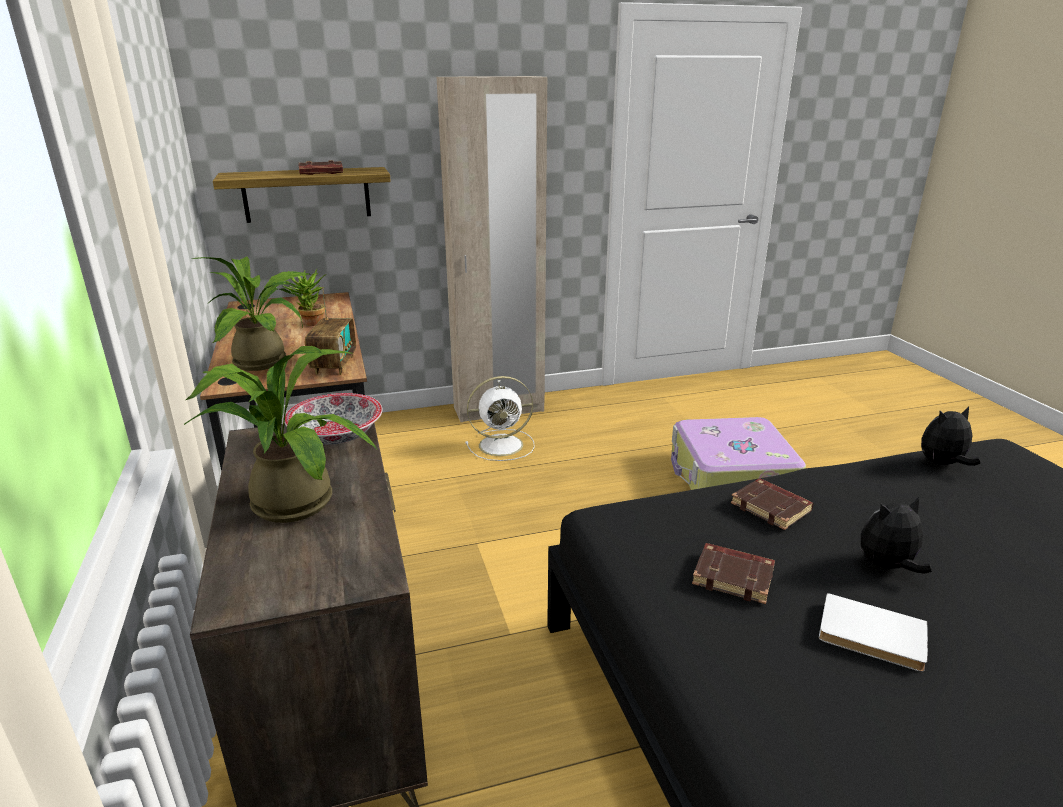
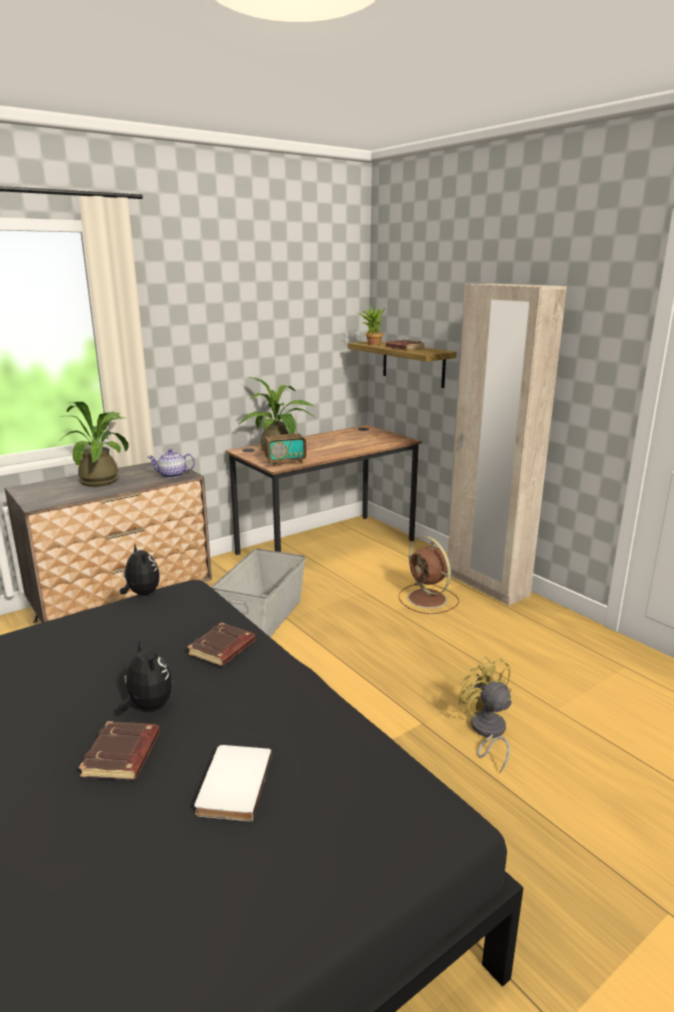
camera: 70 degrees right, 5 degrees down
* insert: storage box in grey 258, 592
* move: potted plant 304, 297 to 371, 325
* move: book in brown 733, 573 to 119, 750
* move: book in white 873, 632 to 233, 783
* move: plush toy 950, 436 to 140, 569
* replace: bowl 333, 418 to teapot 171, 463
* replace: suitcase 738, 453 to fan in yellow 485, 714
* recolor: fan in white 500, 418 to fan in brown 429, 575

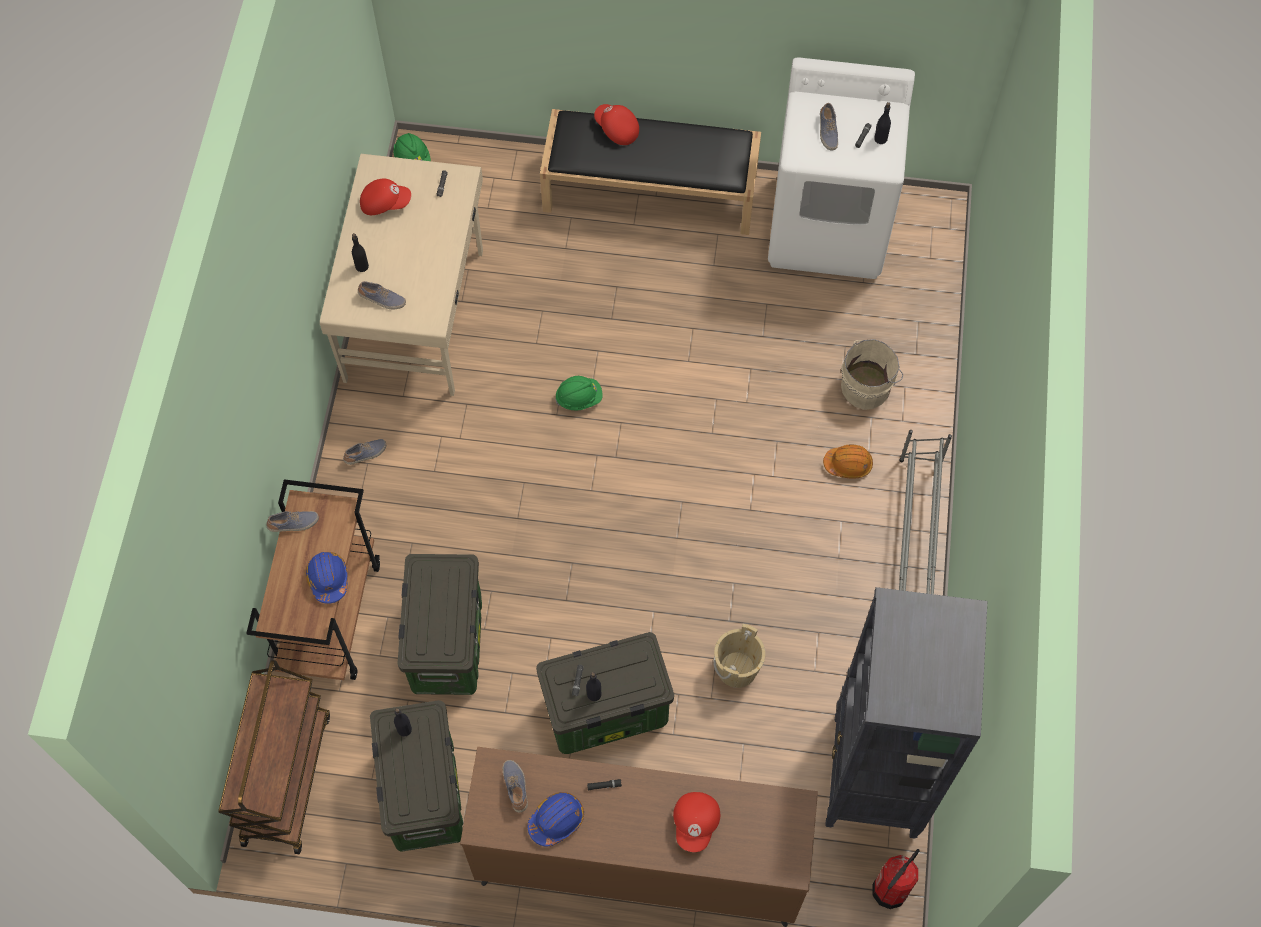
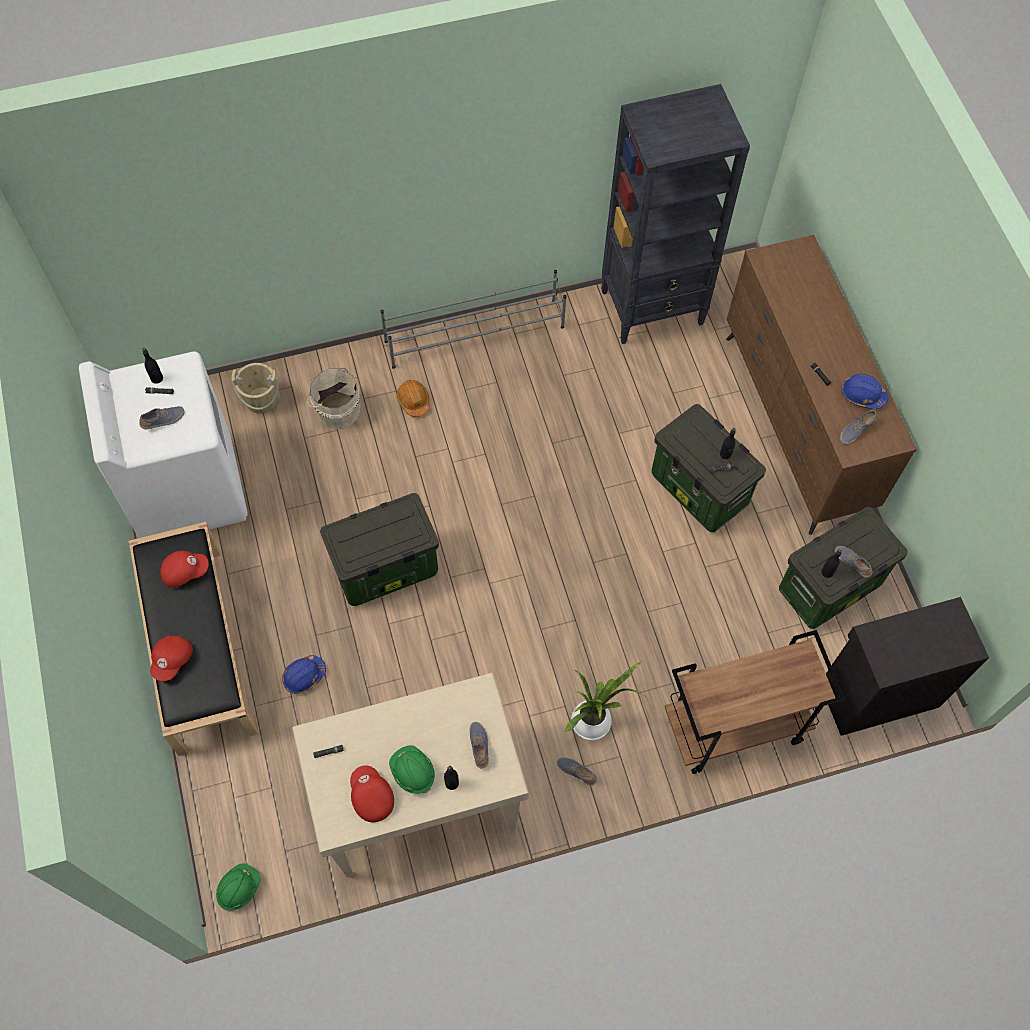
camera: 115 degrees left, 0 degrees up
* delete: fire extinguisher 896, 879
* insert: potted plant 604, 700
* move: shoe 292, 521 to 854, 562
* move: hard hat in blue 327, 578 to 304, 674
* move: storage box 439, 624 to 379, 549
* move: hard hat in green 579, 393 to 412, 769
* move: cap in red 696, 822 to 184, 569
* move: bucket in beige 739, 656 to 254, 388
* replace: cart in brown 274, 757 to cabinet in black 907, 666

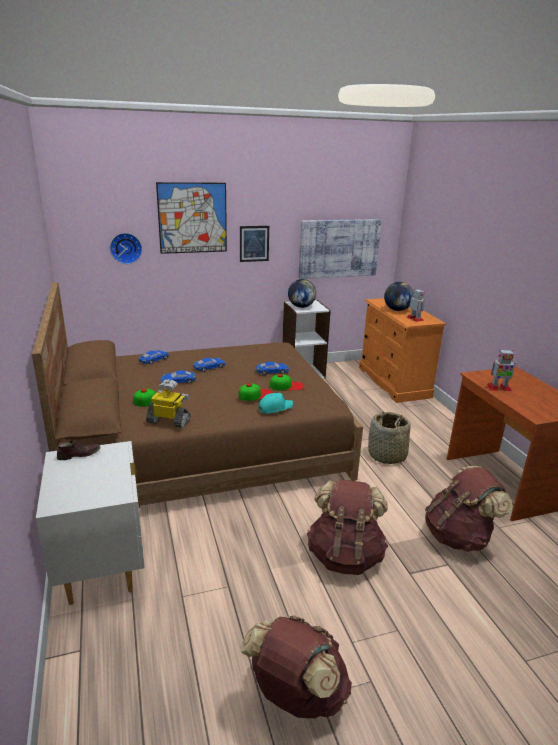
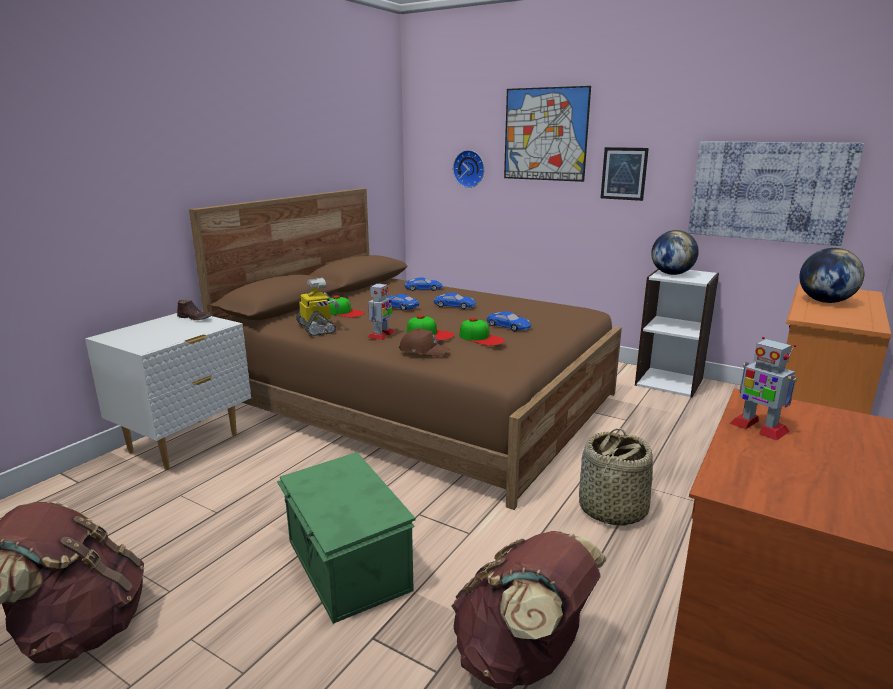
camera: 50 degrees right, 5 degrees down
* move: toy robot 416, 305 to 381, 311
* replace: backpack in brown 347, 527 to storage box in green 346, 538
* recolor: cap in turquoise 275, 403 to cap in brown 424, 343

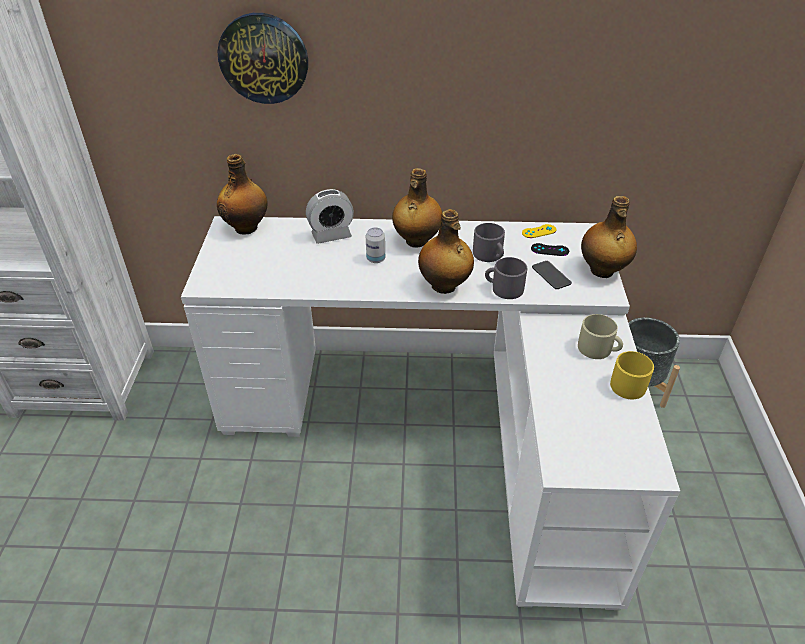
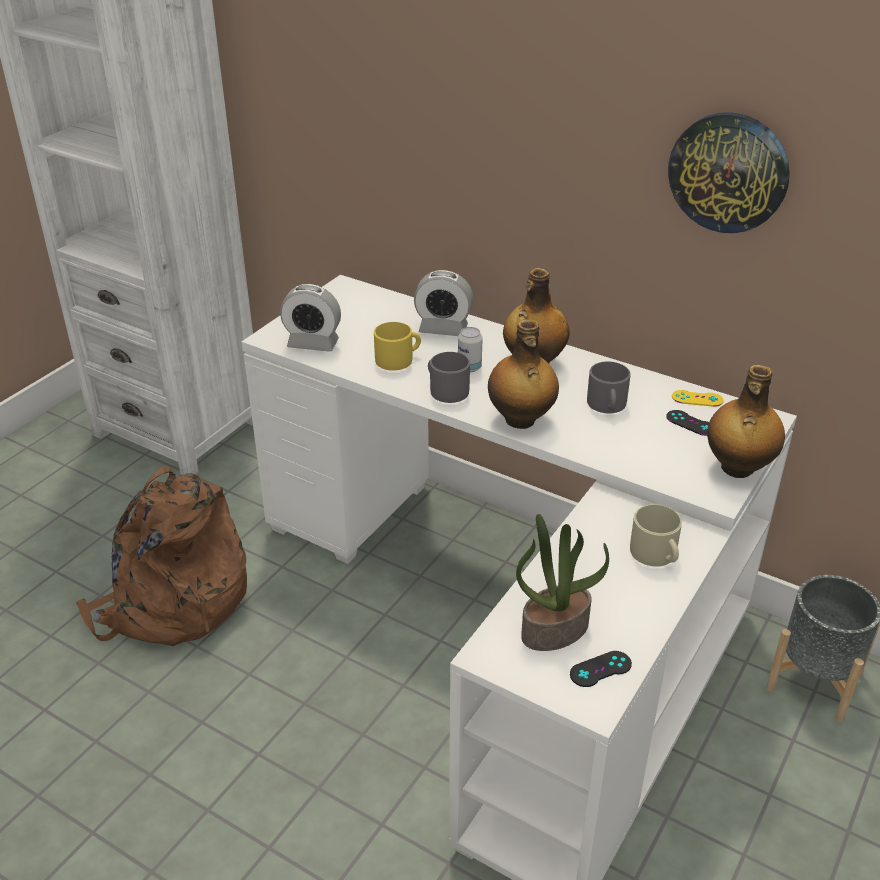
camera: 30 degrees right, 5 degrees down
* delete: bottle 242, 194
* delete: phone 552, 275
* insert: backpack in brown 161, 556
* insert: alarm clock 310, 318
* insert: potted plant 562, 582
* insert: game controller in black 601, 669
* move: wall clock 262, 58 to 729, 172
* move: mug in grey 506, 278 to 449, 377
* move: mug in yellow 632, 375 to 397, 346

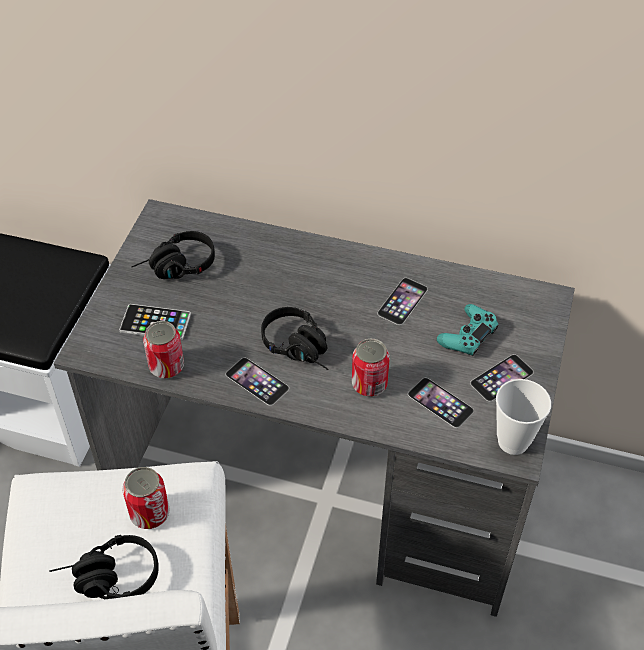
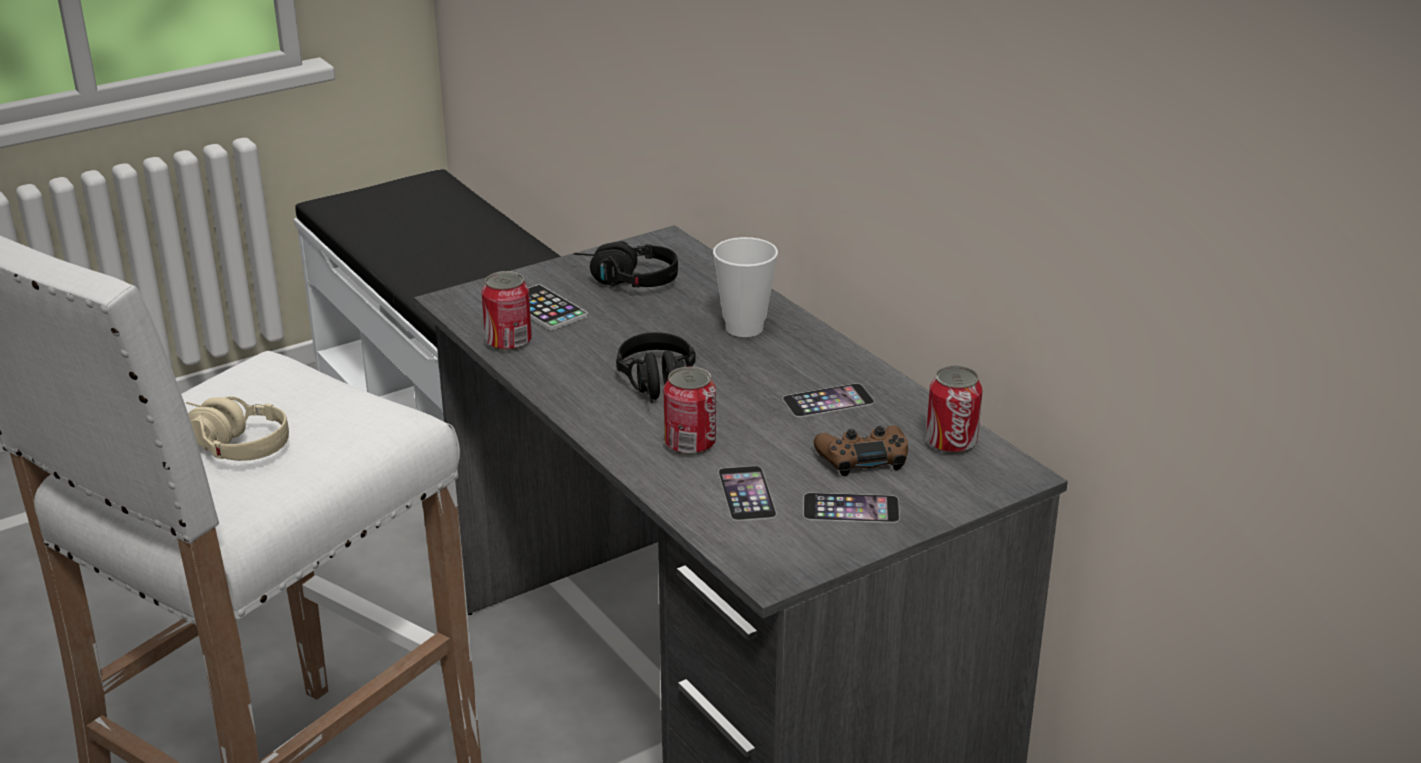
camera: 40 degrees right, 20 degrees down
* delete: phone 257, 382
* move: can 146, 498 to 954, 409
* move: cup 523, 417 to 745, 287
* recolor: headphones in black 104, 567 to headphones in beige 237, 428
* recolor: game controller in turquoise 468, 330 to game controller in brown 861, 451

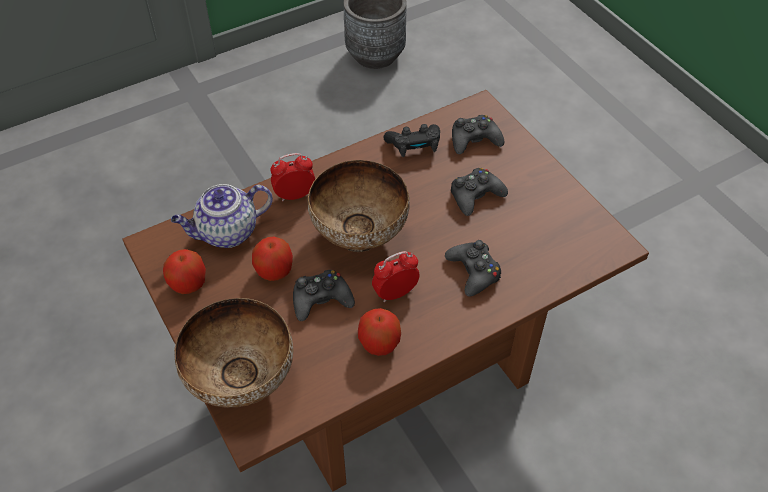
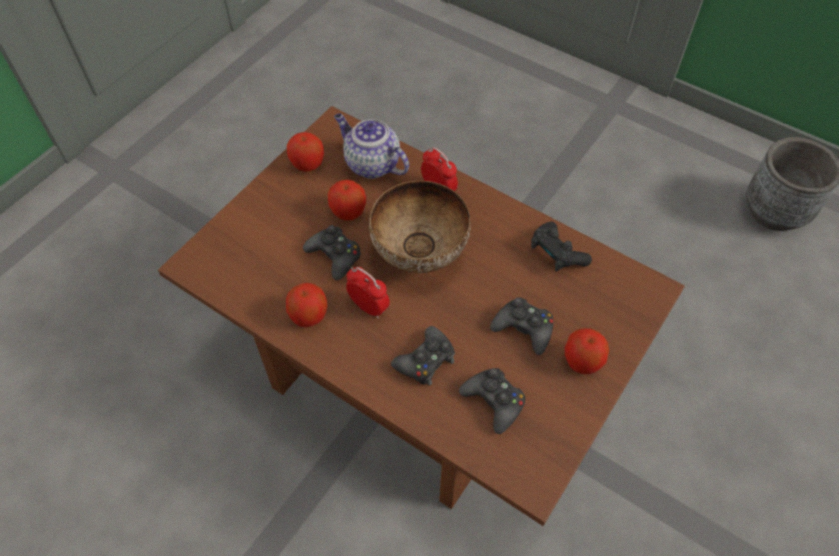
camera: 65 degrees right, 5 degrees up
* delete: bowl 234, 353
* insert: apple 587, 351
* move: game controller in black 478, 134 to 492, 401

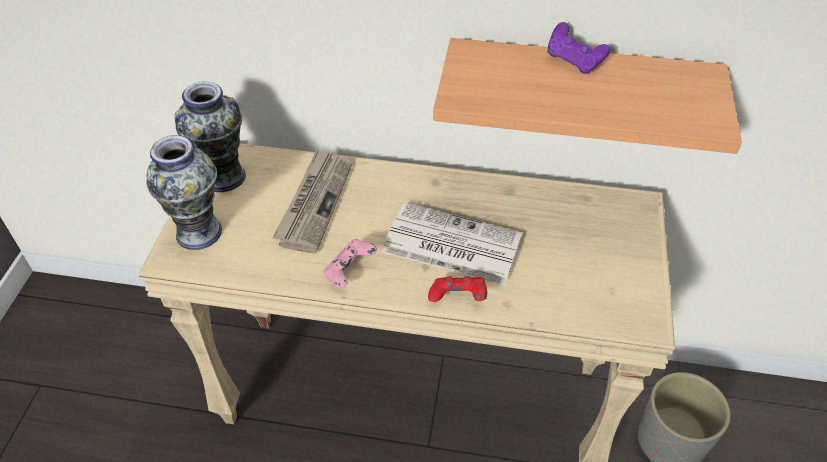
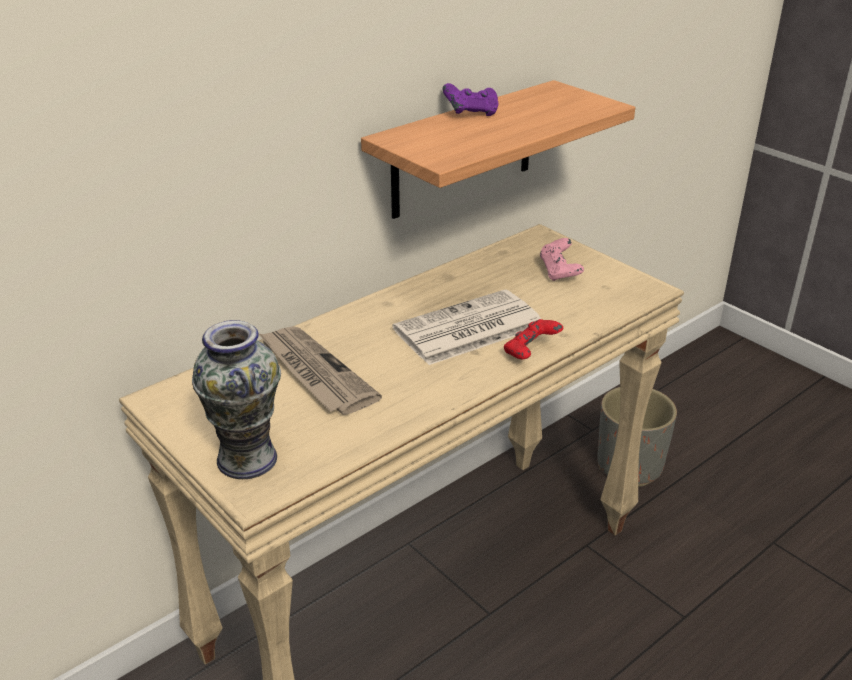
camera: 50 degrees left, 15 degrees down
* delete: vase 210, 136
* move: game controller in pink 350, 263 to 562, 259

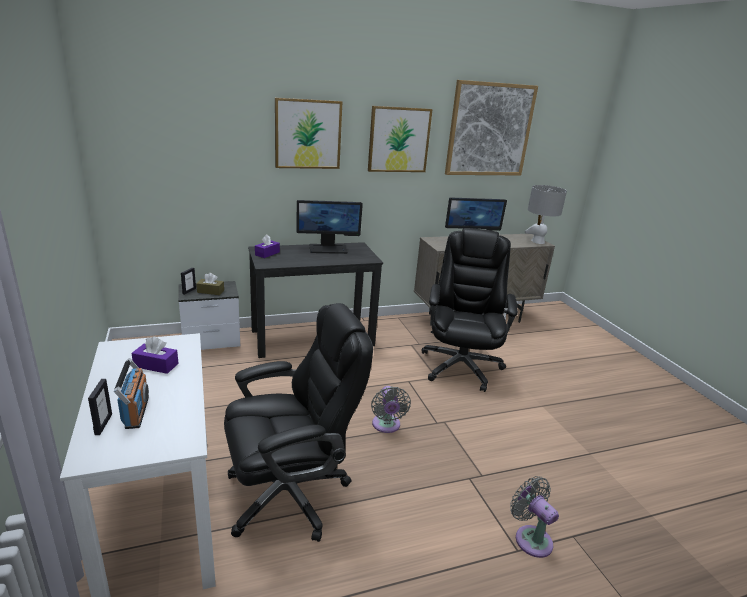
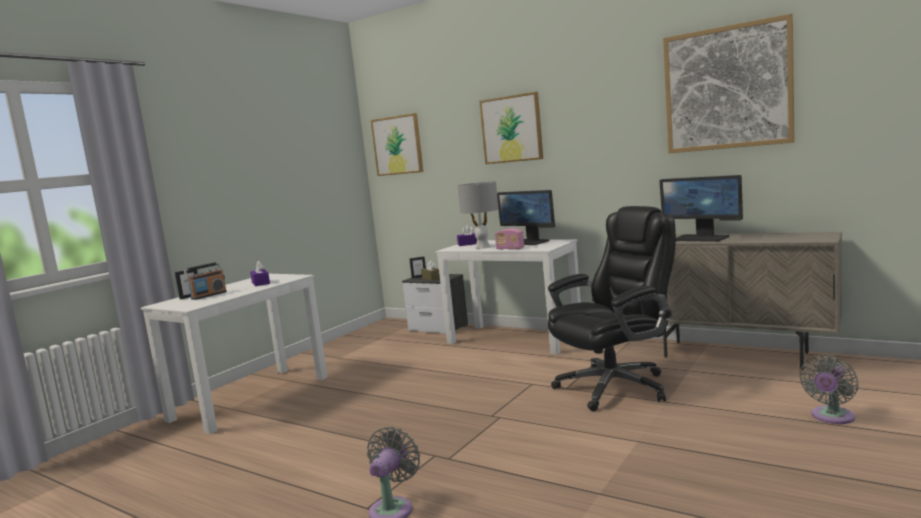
camera: 55 degrees right, 15 degrees down
* delete: office chair in black 298, 422
* insert: radio 509, 239
* move: picture 400, 139 to 397, 144
* move: fan in grey 391, 409 to 828, 389
* move: table lamp in grey 546, 214 to 478, 215
* recolor: desk in black 315, 300 to desk in white 508, 297

